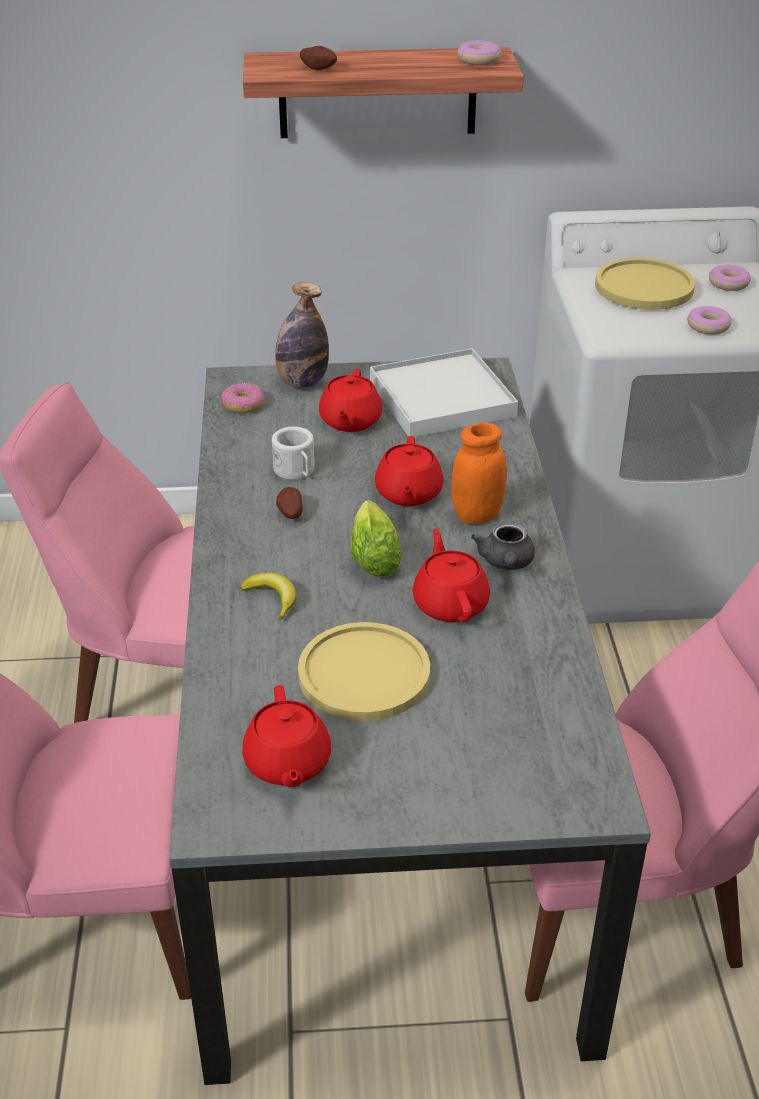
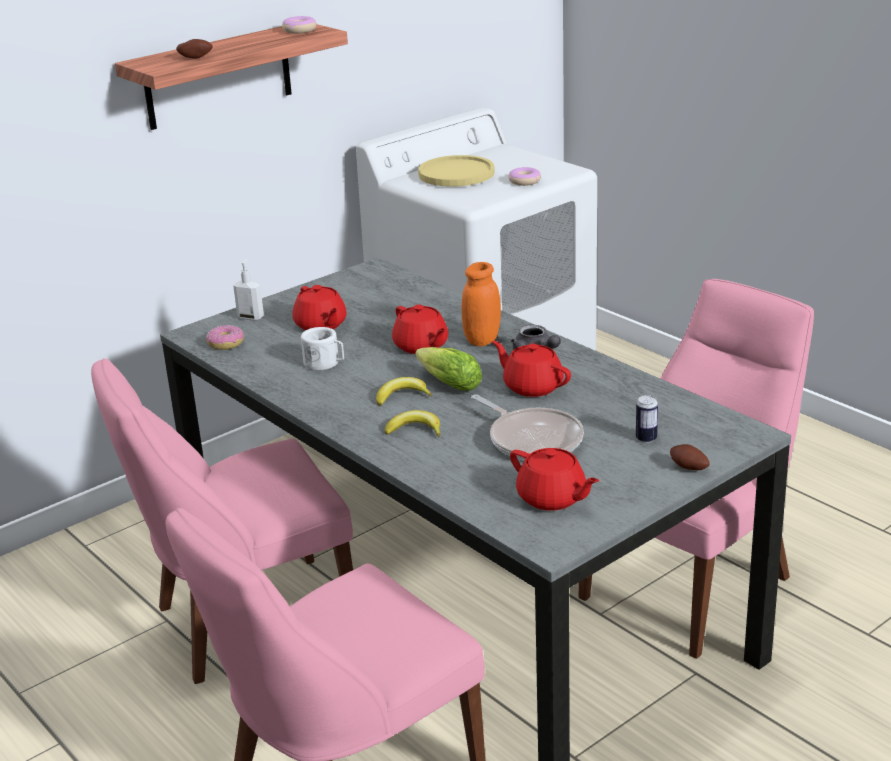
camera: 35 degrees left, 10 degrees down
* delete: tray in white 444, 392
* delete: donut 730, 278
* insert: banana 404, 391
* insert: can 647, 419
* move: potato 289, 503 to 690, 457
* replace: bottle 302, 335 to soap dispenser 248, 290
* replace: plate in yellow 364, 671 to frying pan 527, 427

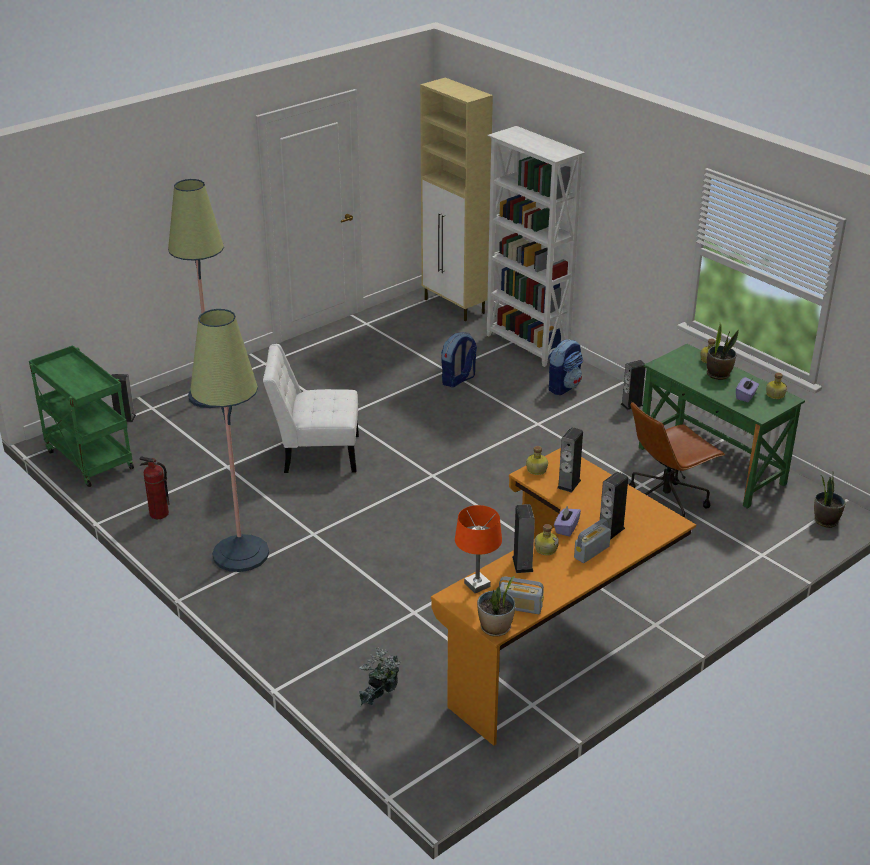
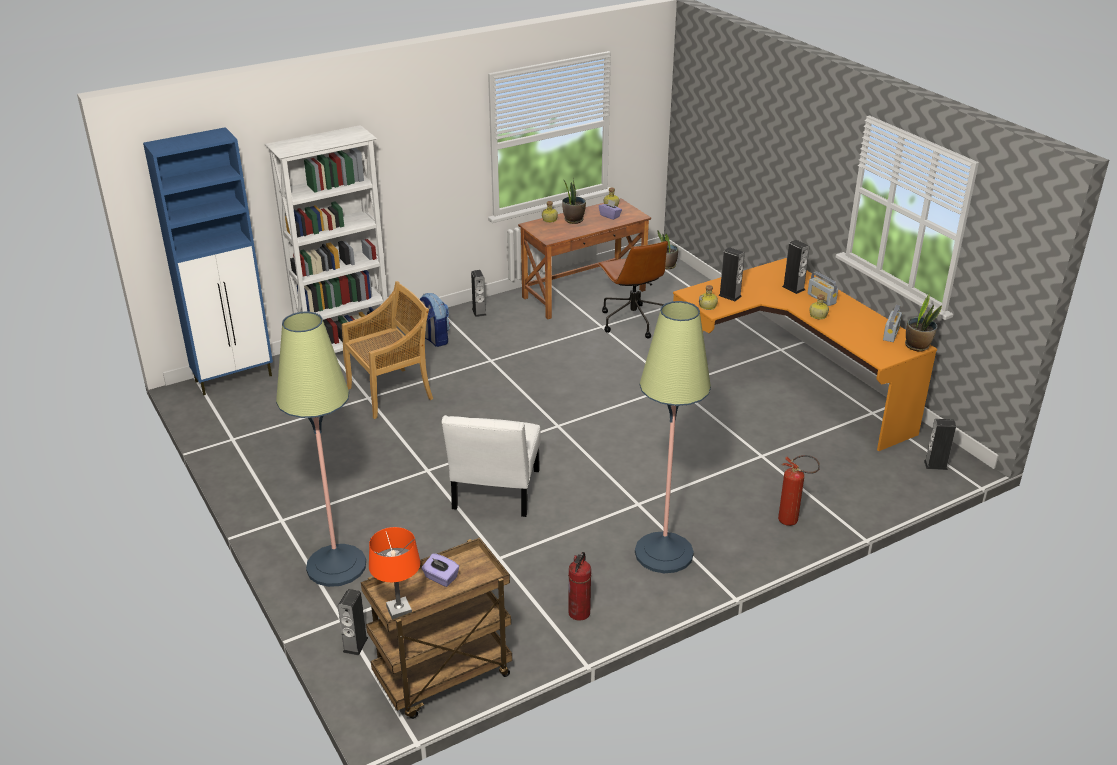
camera: 80 degrees left, 0 degrees up
* delete: potted plant 380, 676
* insert: fire extinguisher 799, 490
* move: table lamp in orange 478, 549 to 394, 573
* move: speaker 523, 538 to 940, 444
* move: tissue box in purple 567, 521 to 440, 570
* replace: backpack 459, 359 to chair in beige 387, 350
* recolor: cart in green 81, 416 to cart in brown 436, 628
* recolor: cabinet in beige 456, 199 to cabinet in blue 208, 261
* recolor: desk in green 722, 426 to desk in brown 584, 258

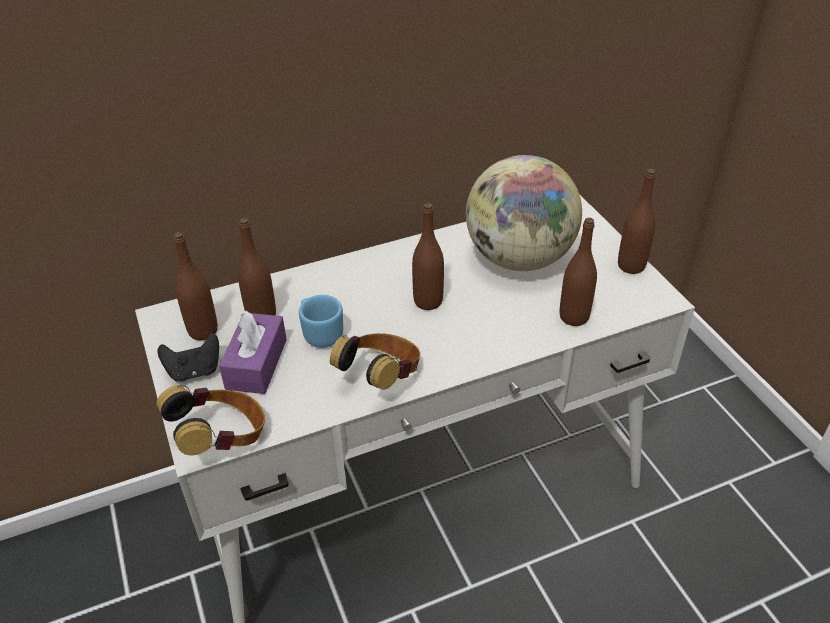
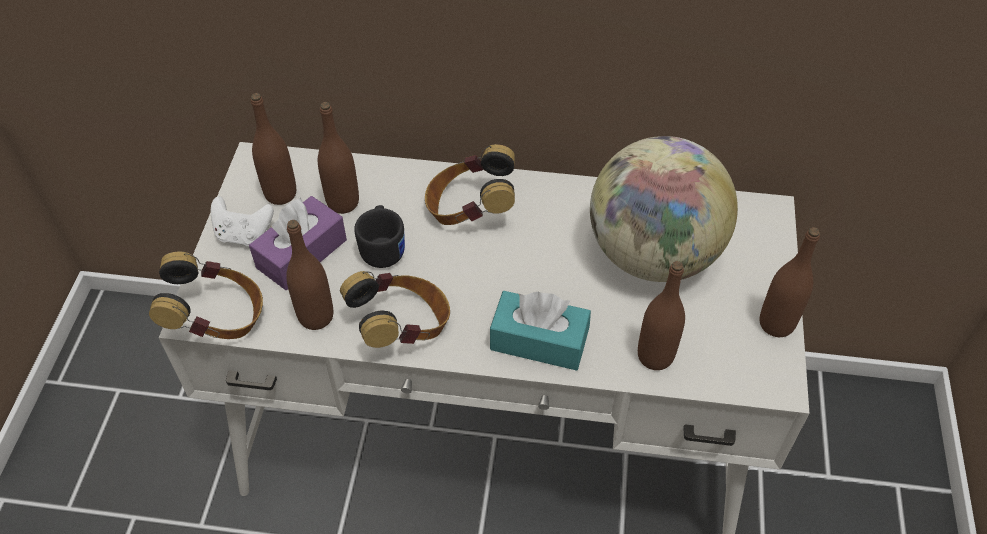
camera: 30 degrees right, 10 degrees up
* insert: headphones 470, 184
* insert: tissue box in turquoise 540, 331
* move: bottle in brown 428, 256 to 309, 275
* recolor: game controller in black 188, 357 to game controller in white 242, 221
* recolor: mug in blue 321, 321 to mug in black 379, 236

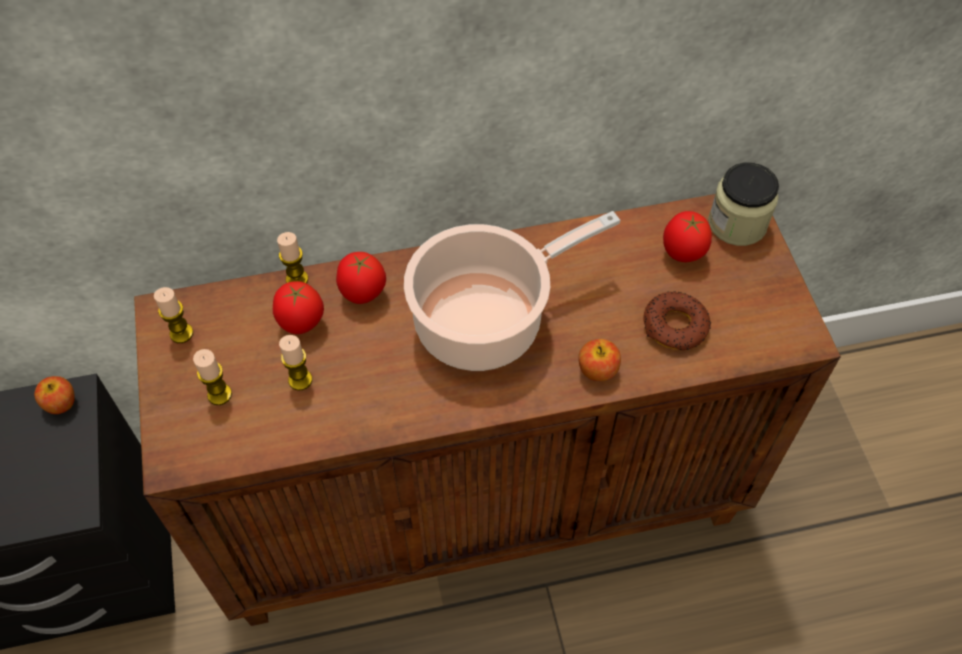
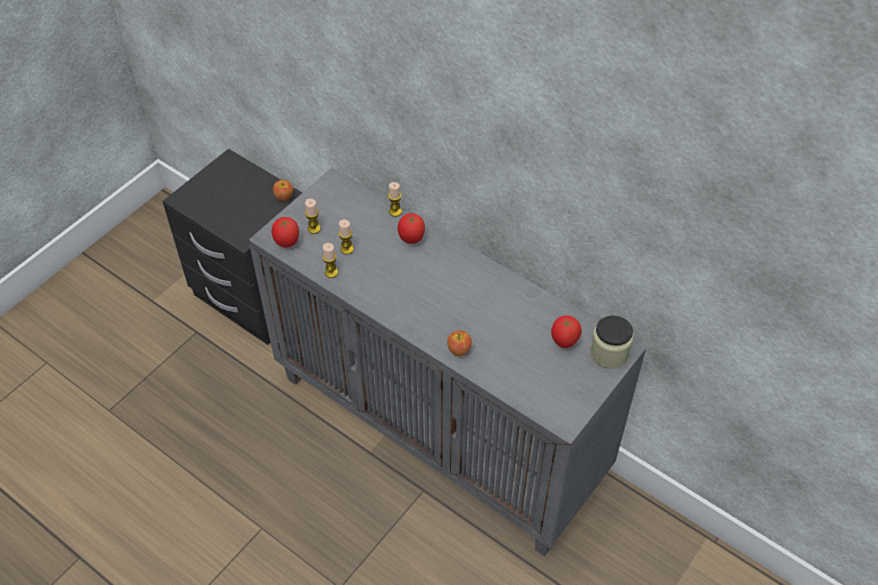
camera: 50 degrees right, 5 degrees down
* delete: cooking pot 512, 291
* delete: donut 677, 320
* move: candle 173, 315 to 330, 260
* move: tomato 298, 307 to 285, 232
* recolor: cabinet in brown 487, 410 to cabinet in grey 447, 362

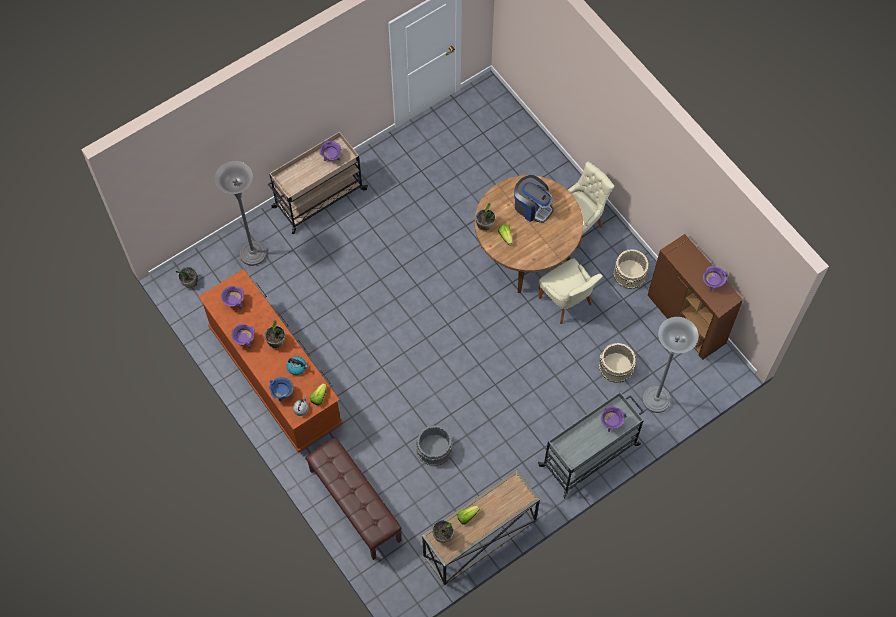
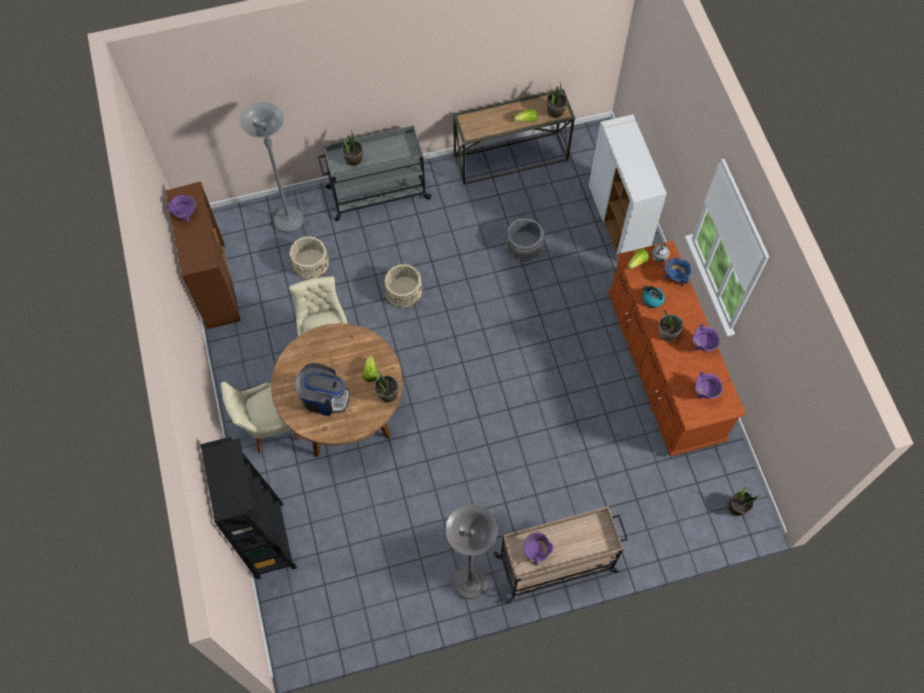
camera: 160 degrees left, 0 degrees up
* insert: bookcase in black 248, 508
* move: floor lamp in grey 241, 213 to 471, 552
* move: bucket in beige 631, 269 to 403, 286
* replace: bench in brown 353, 499 to cabinet in white 628, 187
* replace: cooking pot in purple 613, 419 to potted plant 352, 148
* rotate: coffee machine 534, 199 = 323, 389 135 degrees clockwise

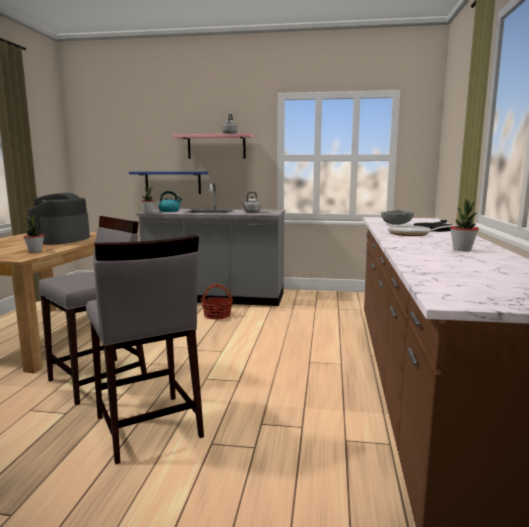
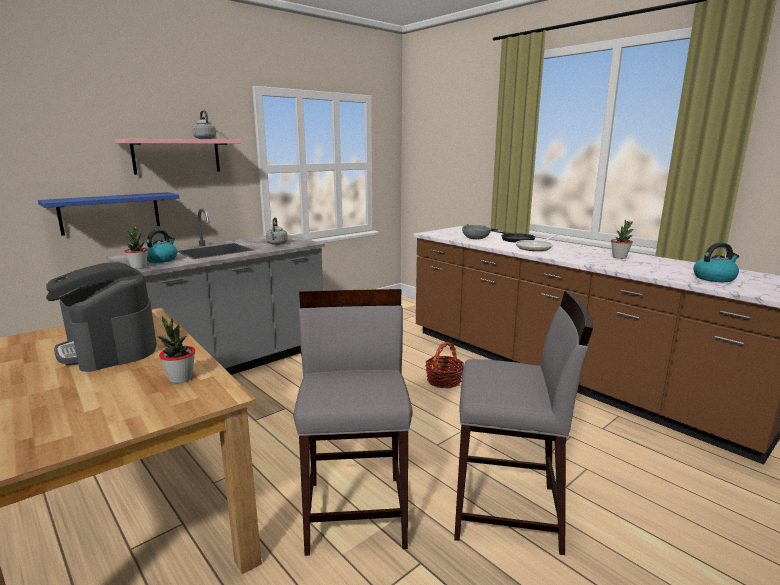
camera: 50 degrees left, 5 degrees up
* insert: kettle 716, 262
* move: basket 217, 302 to 444, 365

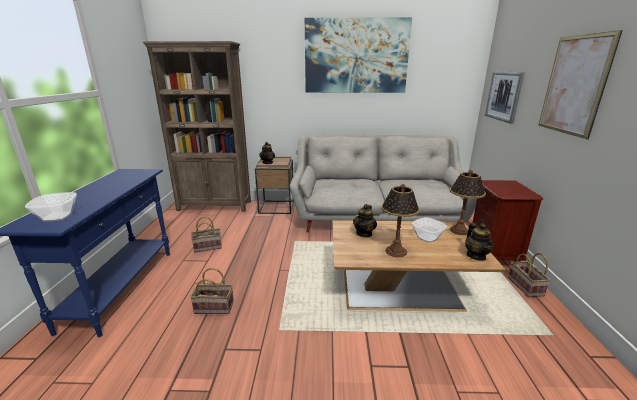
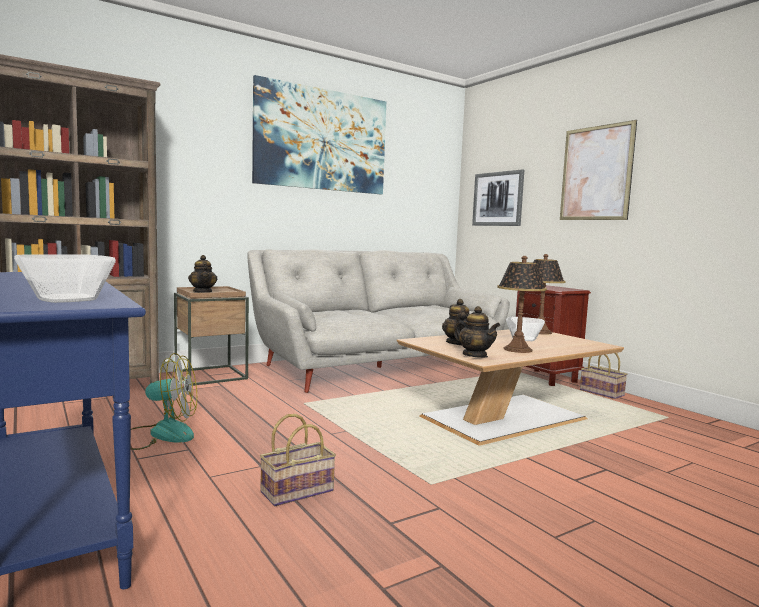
camera: 35 degrees left, 15 degrees down
* move: teapot 479, 242 to 477, 332
* replace: basket 206, 235 to fan 164, 401

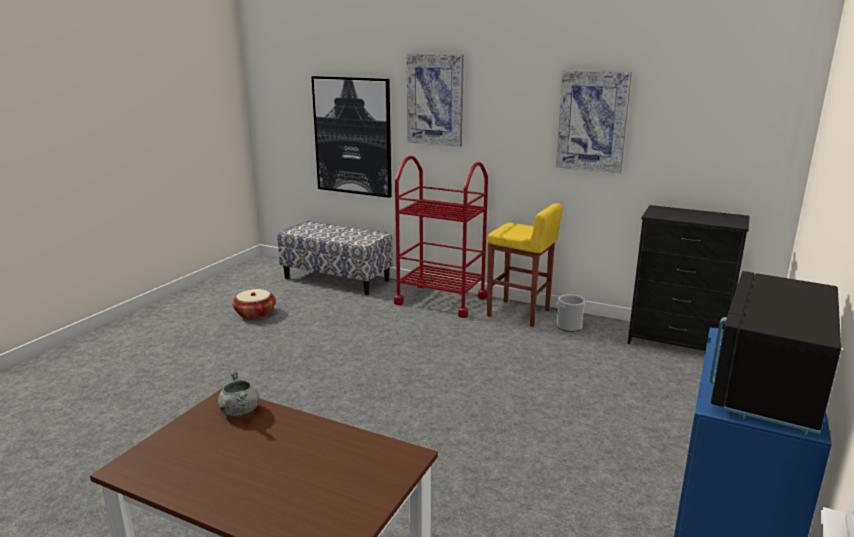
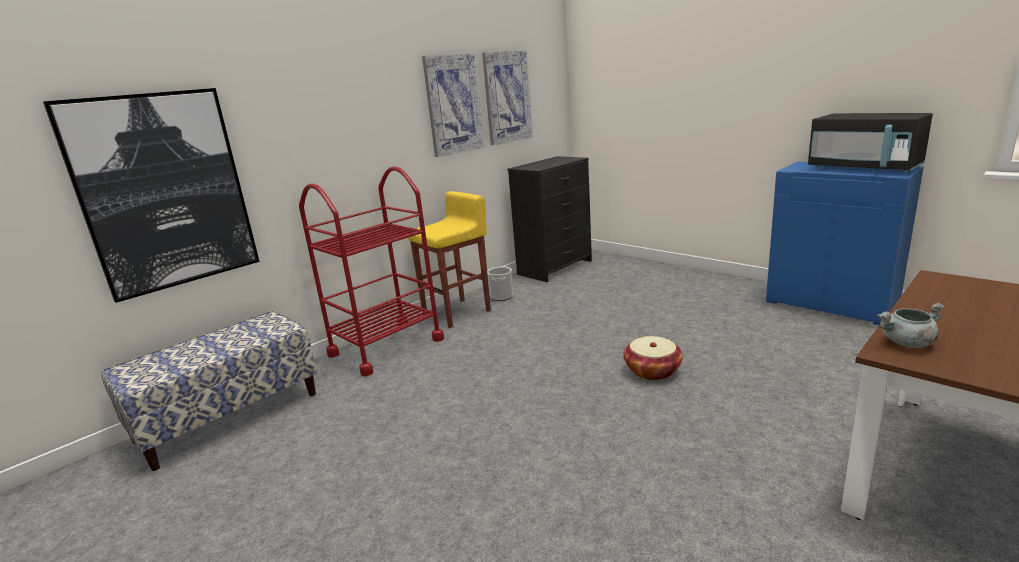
camera: 70 degrees left, 0 degrees up
* move: basket 254, 304 to 653, 358
* move: picture 435, 100 to 507, 97

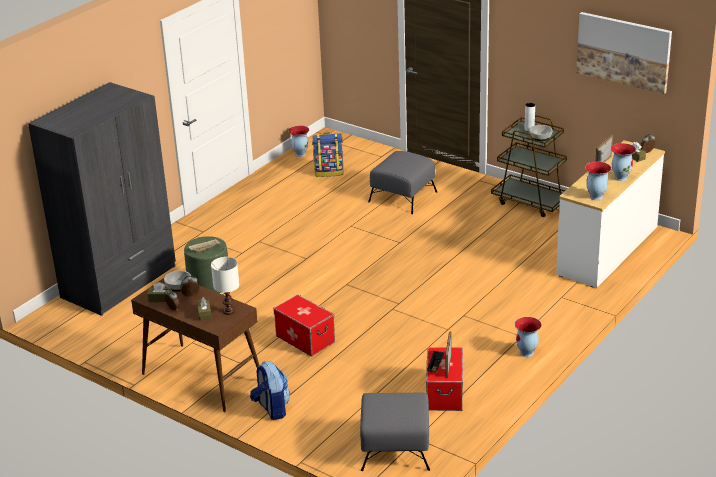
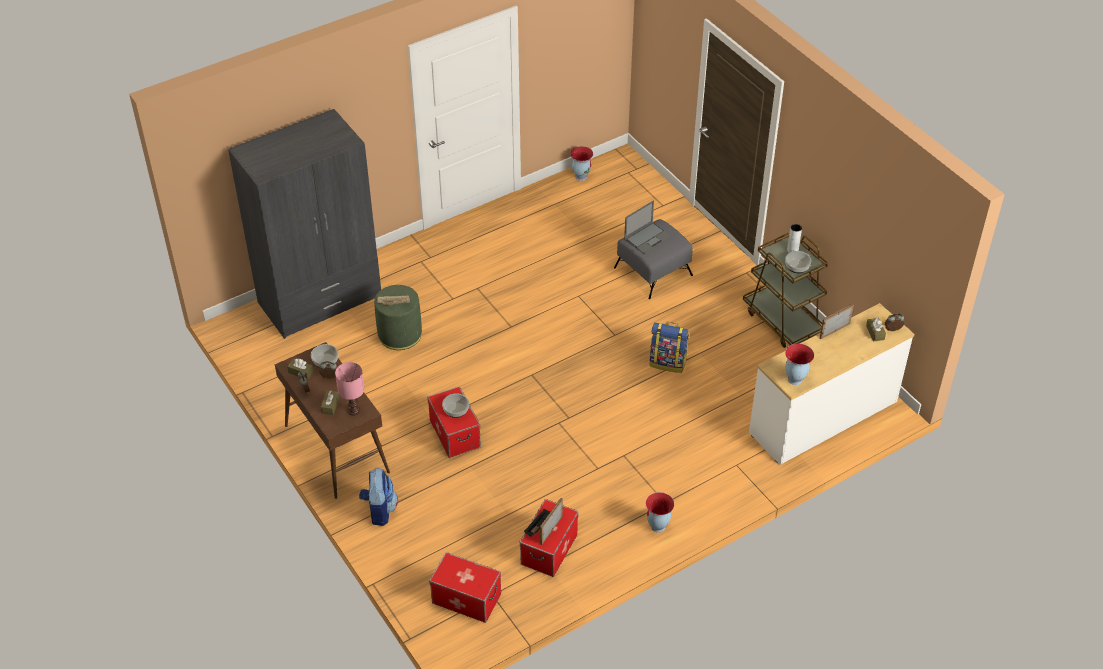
camera: 20 degrees right, 15 degrees up
* delete: picture 624, 53
* delete: vase 623, 162
* insert: bowl 455, 405
* insert: laptop 647, 227
* move: backpack 327, 154 to 669, 347
* replace: ottoman in grey 395, 432 to storage box 465, 587
* recolor: table lamp in white 225, 286 to table lamp in pink 349, 389

